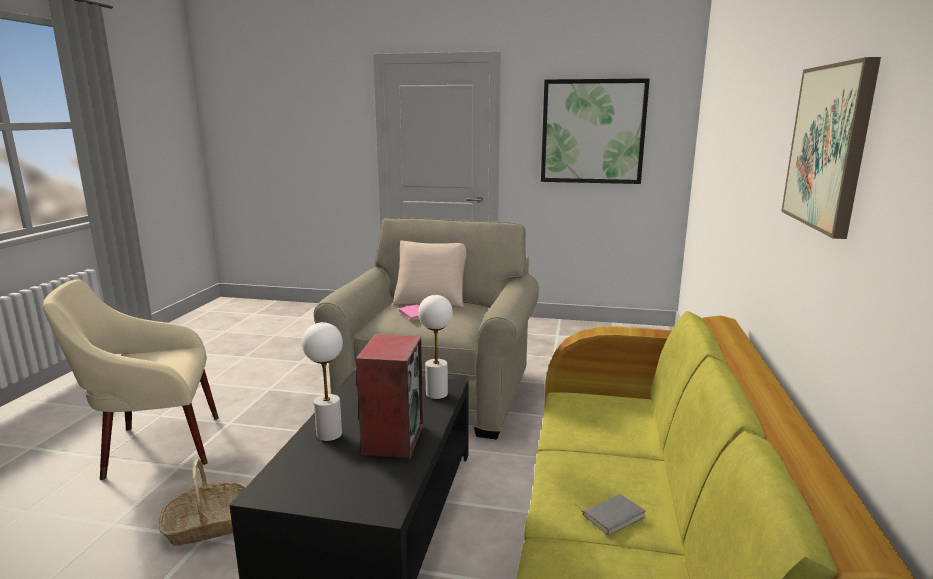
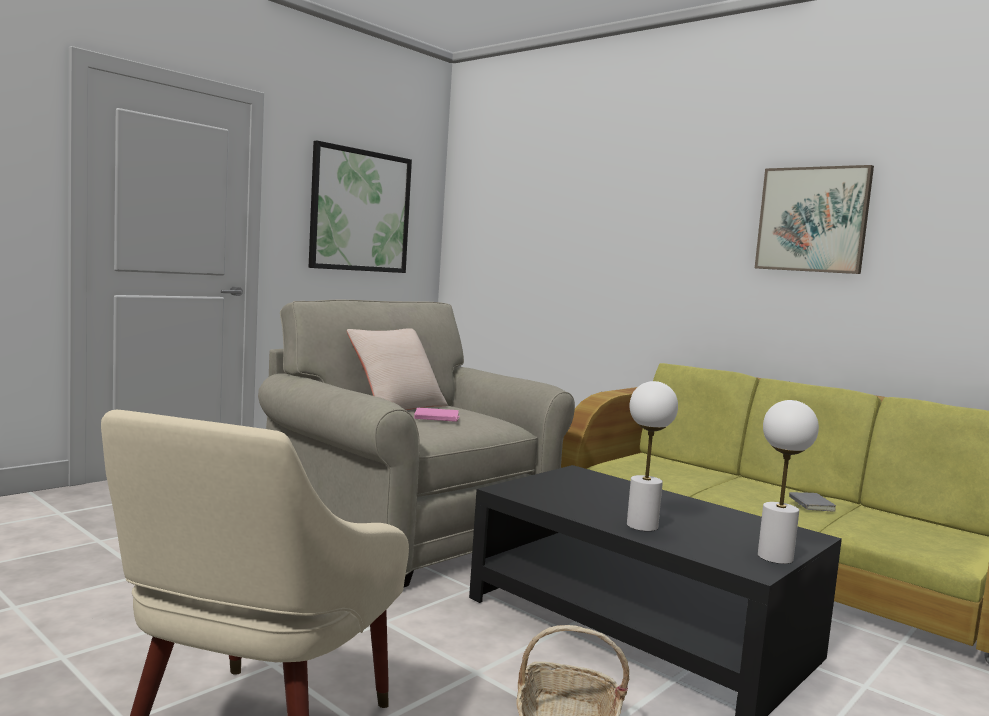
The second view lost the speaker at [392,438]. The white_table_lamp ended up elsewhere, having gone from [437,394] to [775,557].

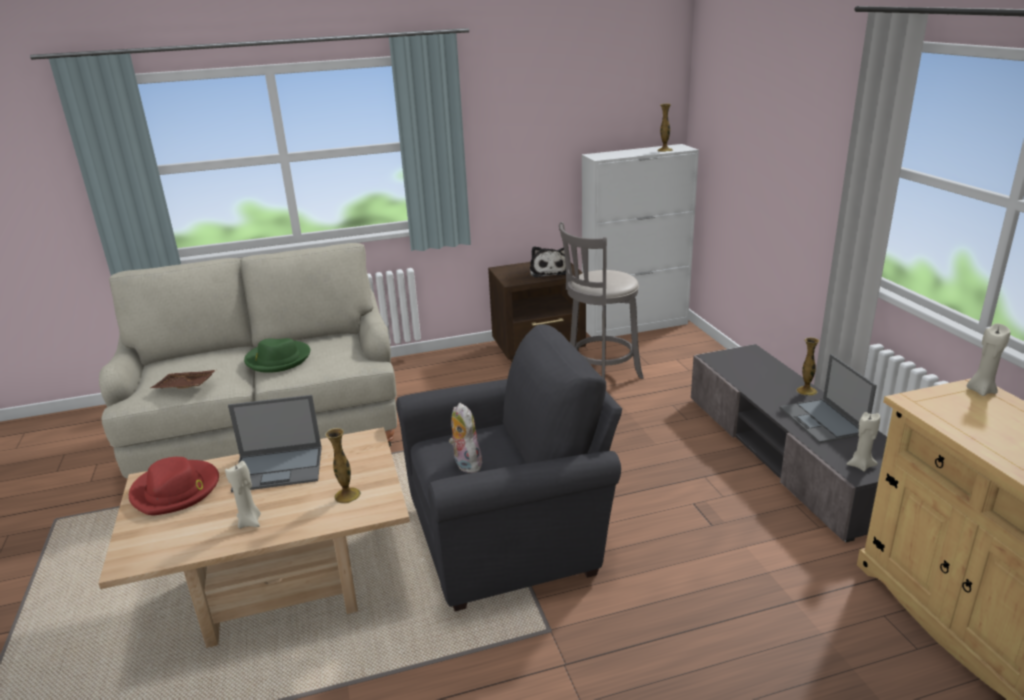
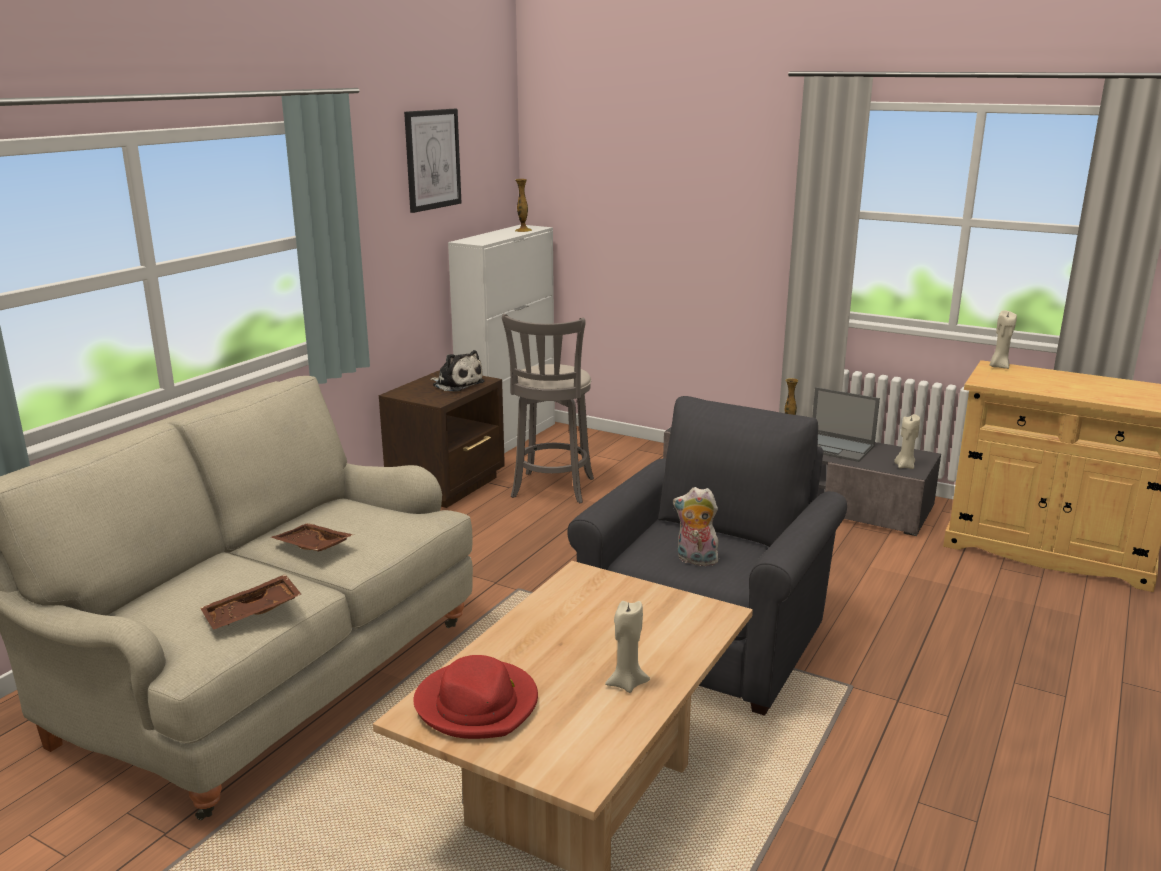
The second view lost the laptop at [279,468]. Where the green_hat stood at [278,359], the brown_tray came to stand at [311,547]. The second view lost the vase at [347,495]. The second view gained the picture at [432,159].

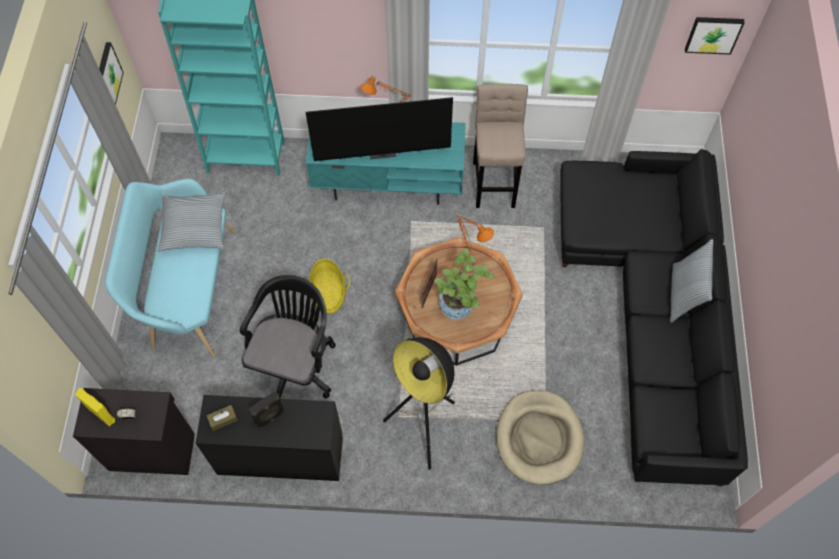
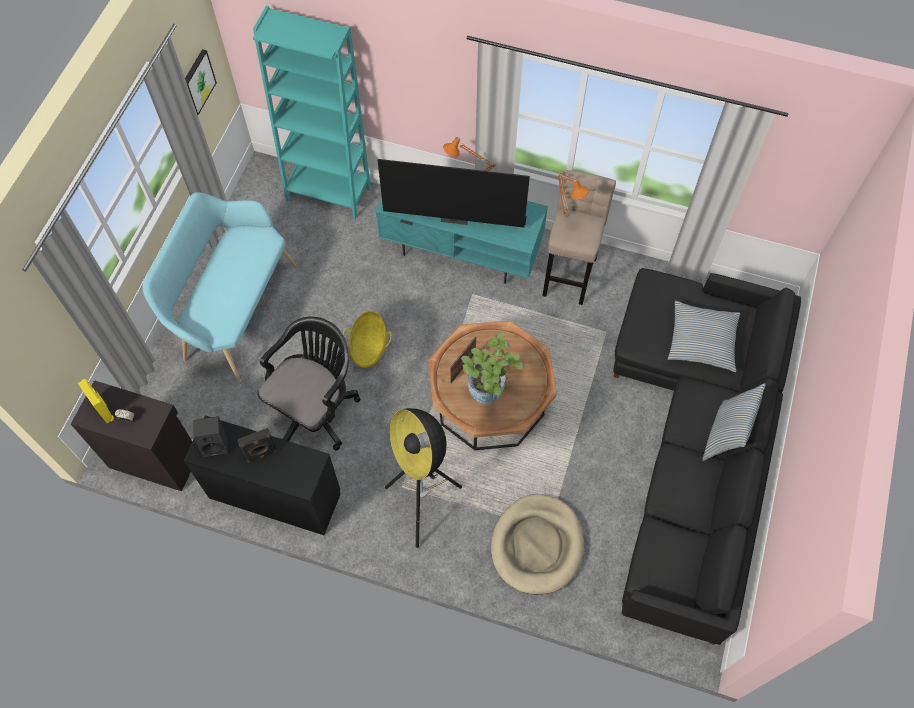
The pillow ended up elsewhere, having gone from [194,226] to [702,340]. Where the brown_tissue_box stood at [223,419], the black_speaker came to stand at [216,444]. The orange_table_lamp ended up elsewhere, having gone from [471,252] to [566,216]. The second view lost the picture at [713,34].

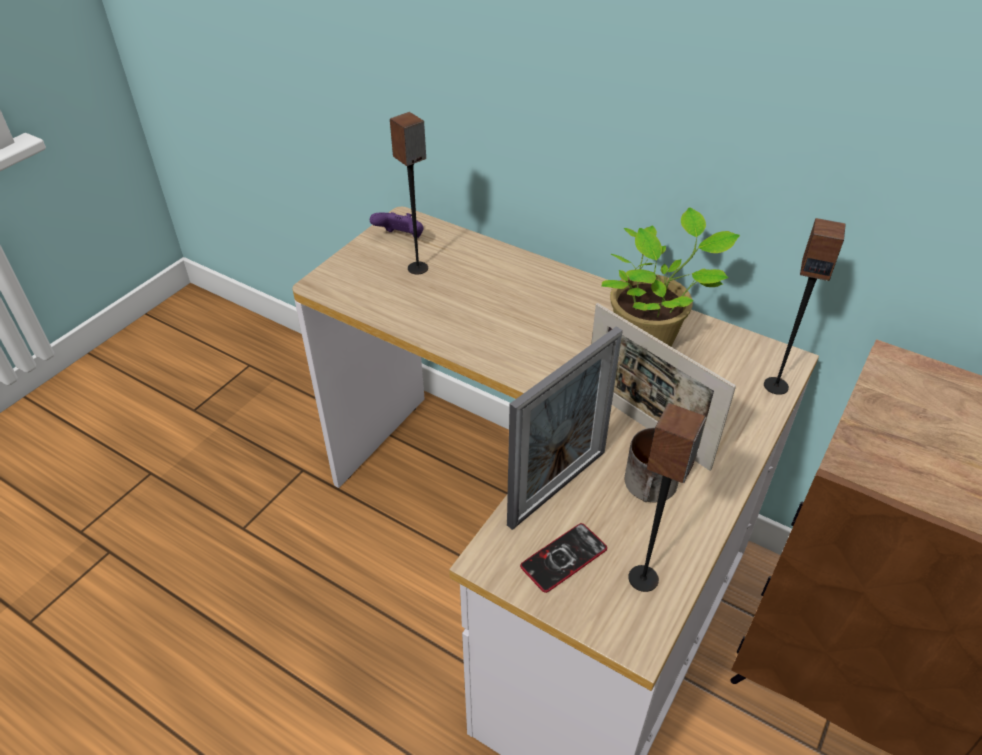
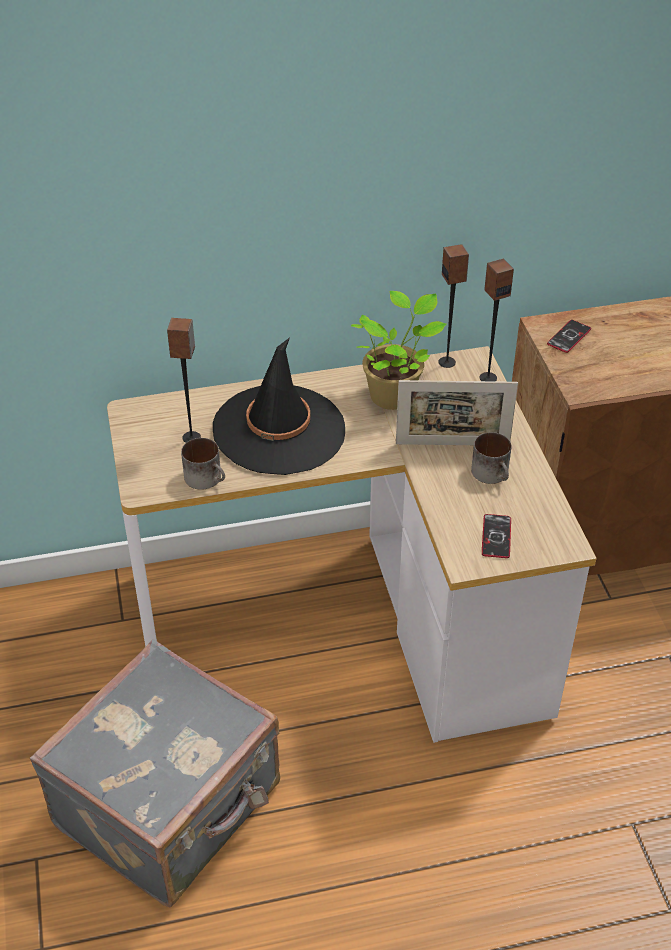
The second view lost the purple_game_controller at [401,238]. The second view lost the picture_frame at [557,487]. The speaker ended up elsewhere, having gone from [644,579] to [447,362]. The second view gained the grey_suitcase at [171,807]. The second view gained the mug at [207,478]. The second view gained the black_hat at [279,430]. The second view gained the phone at [569,337].

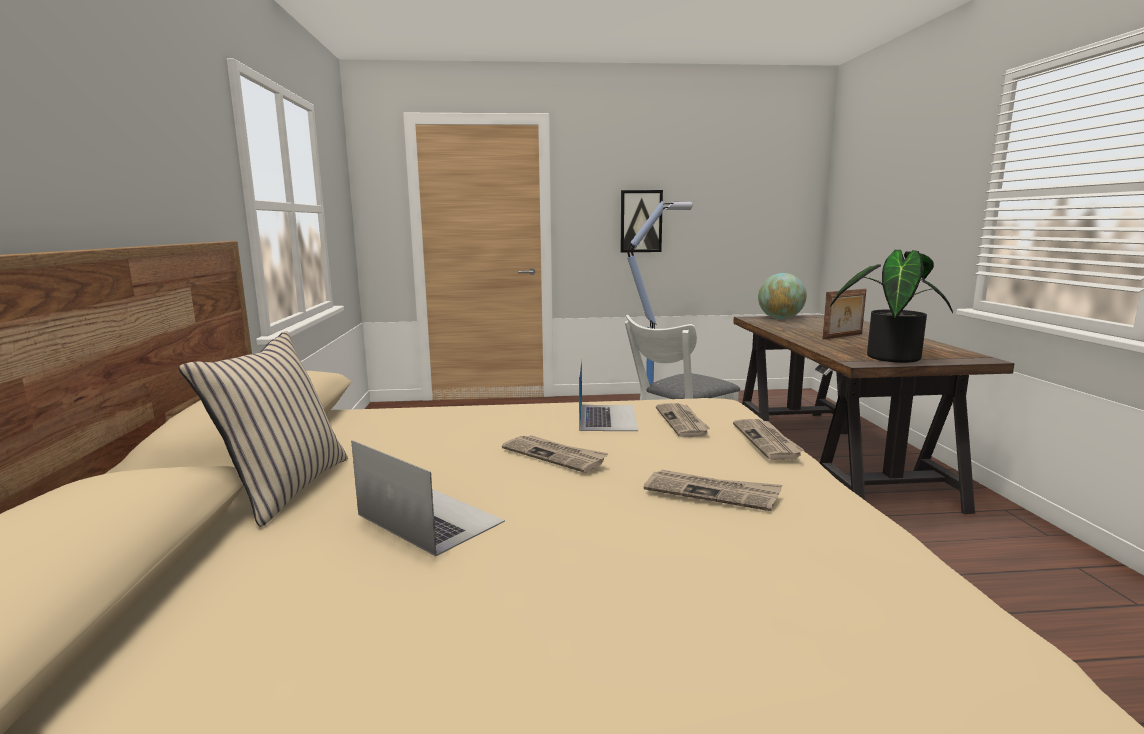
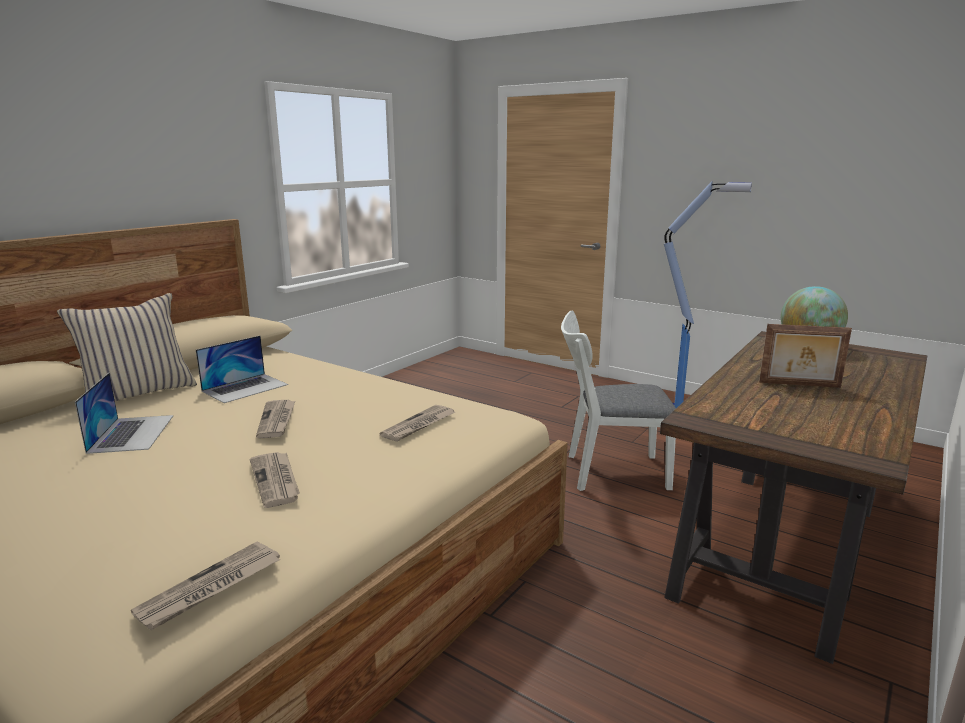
The laptop ended up elsewhere, having gone from [607,417] to [245,388]. The second view lost the picture at [641,221]. The newspaper ended up elsewhere, having gone from [767,441] to [210,588]. The second view lost the potted_plant at [888,356].

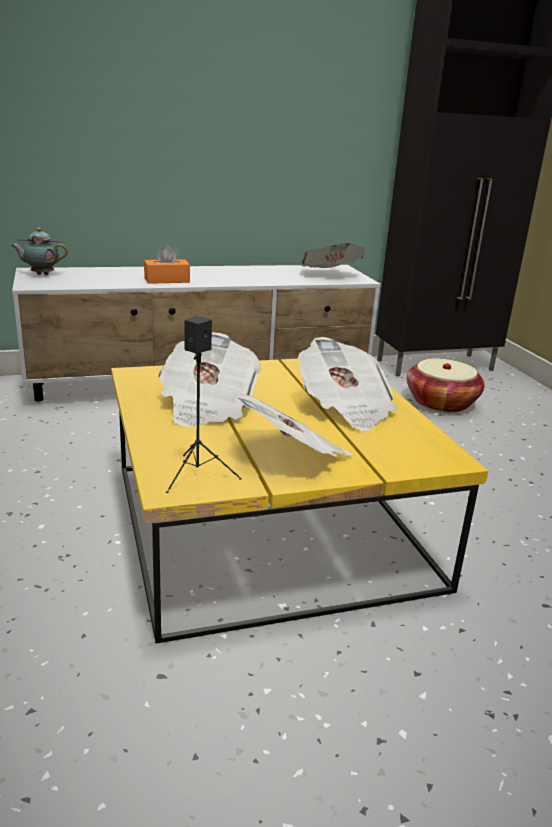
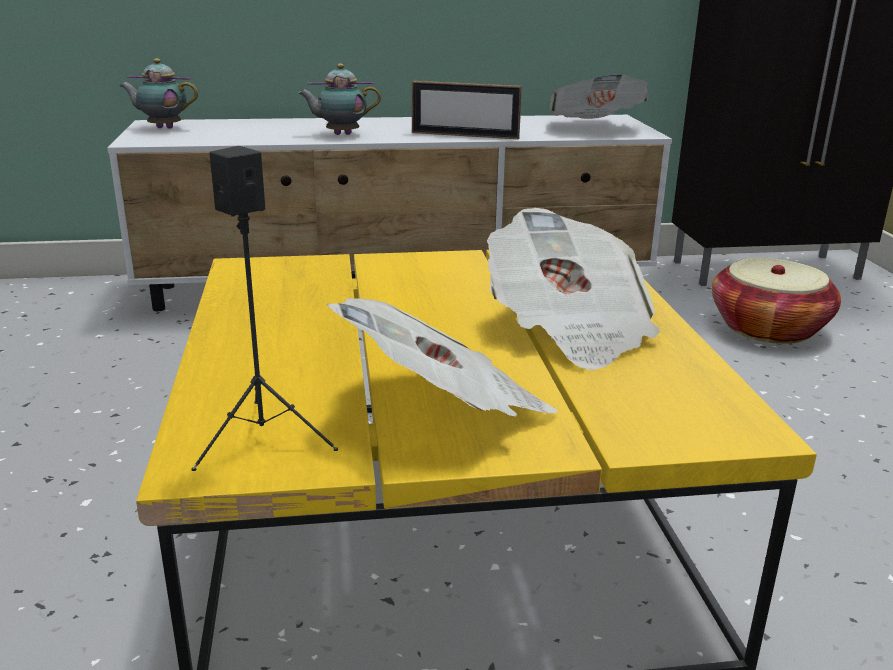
Where the orange_tissue_box stood at [167,280], the teapot came to stand at [340,134]. The second view lost the newspaper at [207,406]. The second view gained the picture_frame at [465,135].

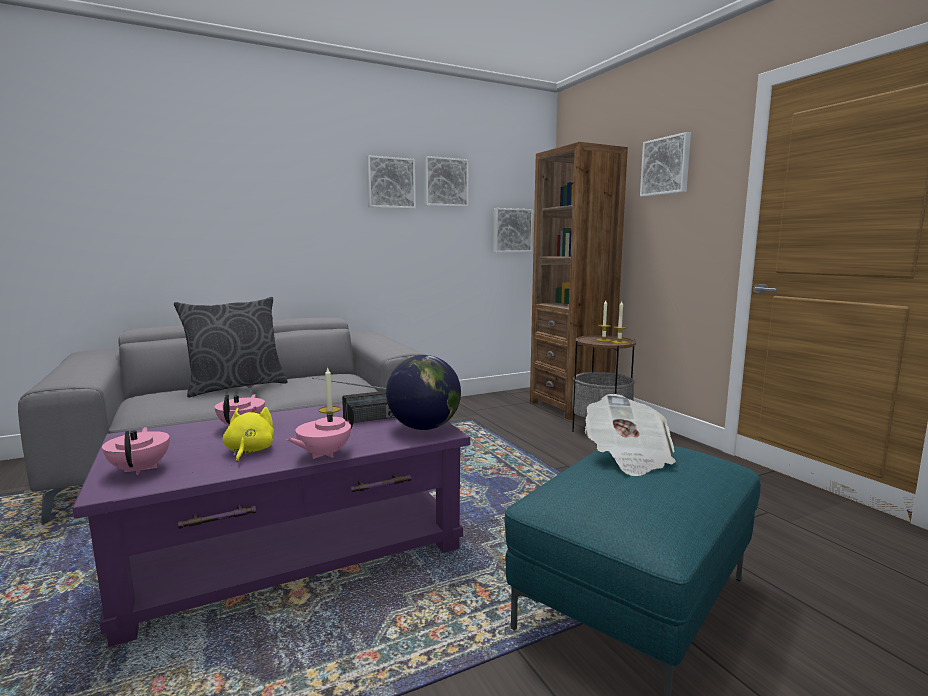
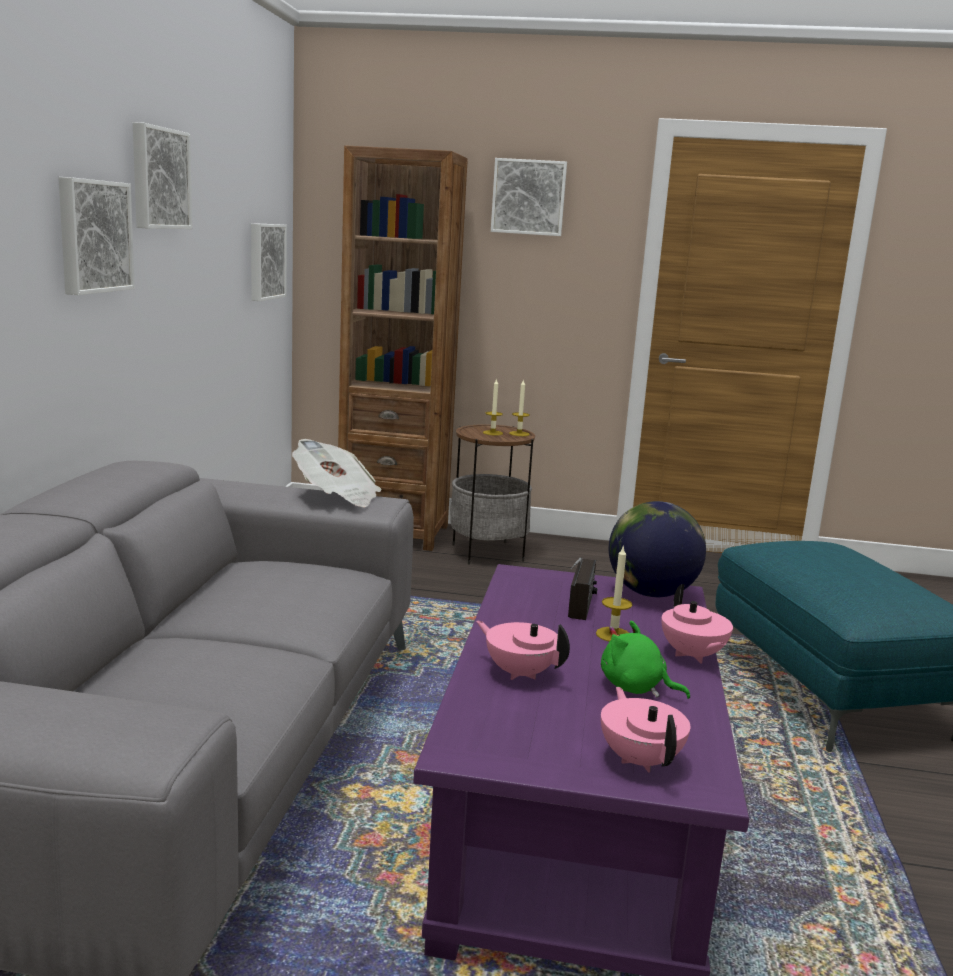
The pink_teapot at [141,469] ended up facing another way, 60 degrees clockwise from before. The second view lost the grey_pillow at [236,387]. What was the yellow_plush_toy at [249,451] turned into the green_plush_toy at [636,688]. The picture ended up elsewhere, having gone from [445,182] to [93,236]. The newspaper ended up elsewhere, having gone from [627,457] to [337,496].

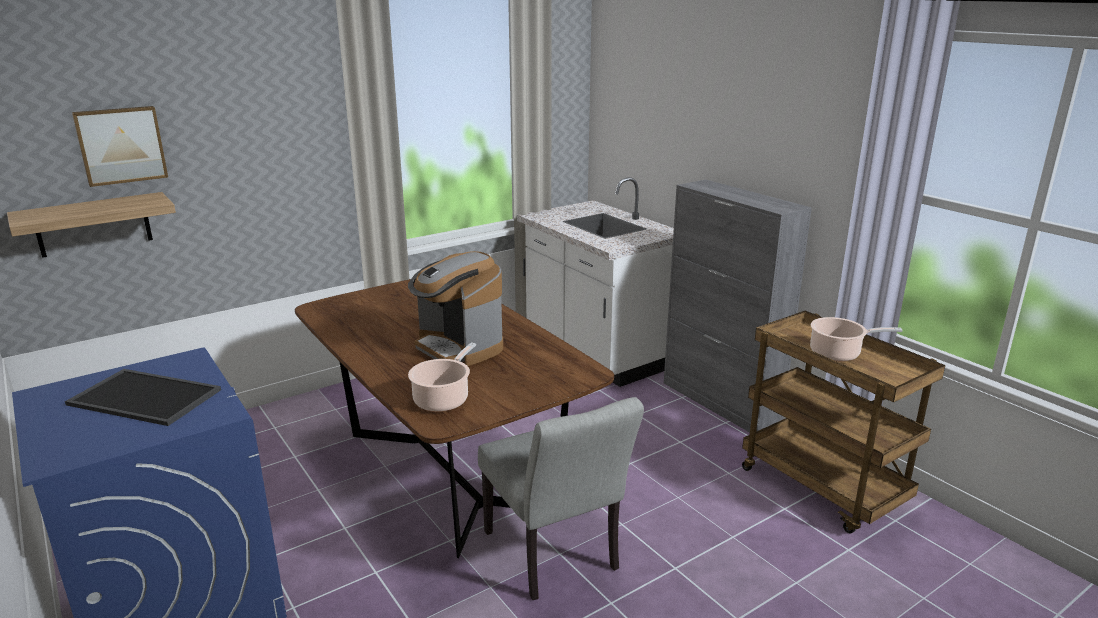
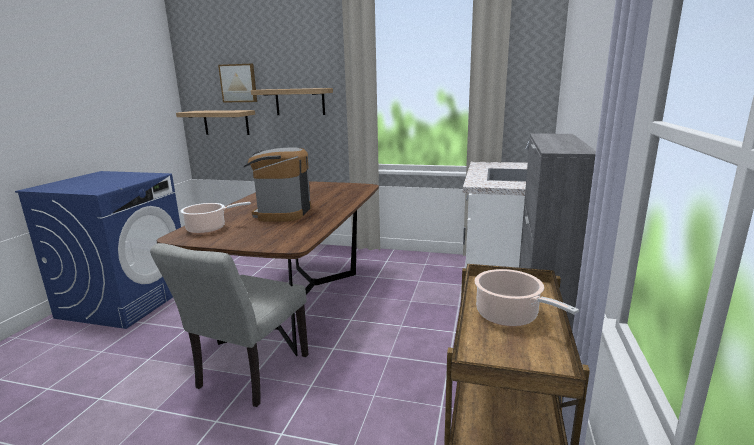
The second view lost the tray at [147,396]. The second view gained the shelf at [300,101].

